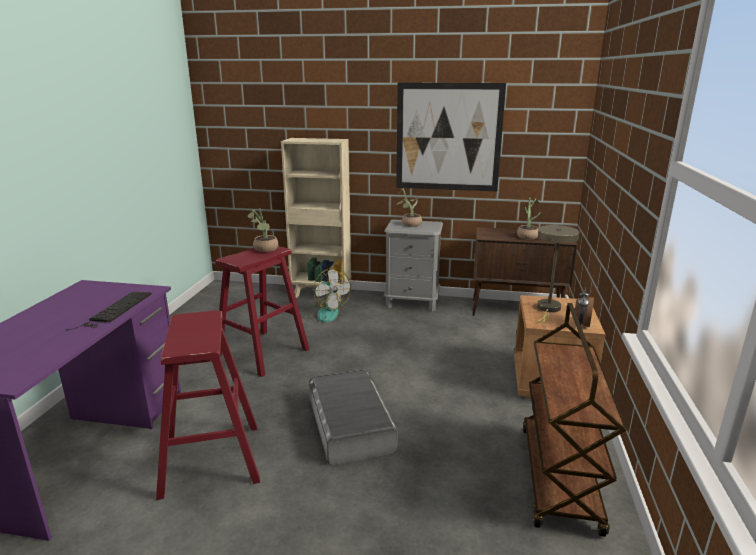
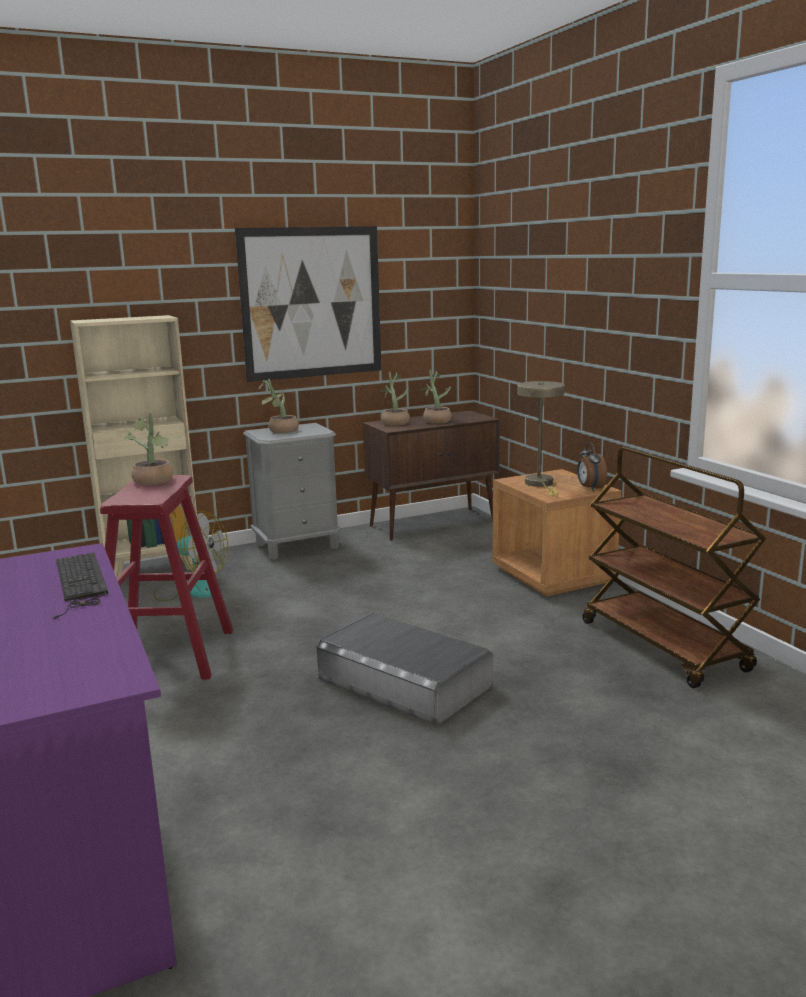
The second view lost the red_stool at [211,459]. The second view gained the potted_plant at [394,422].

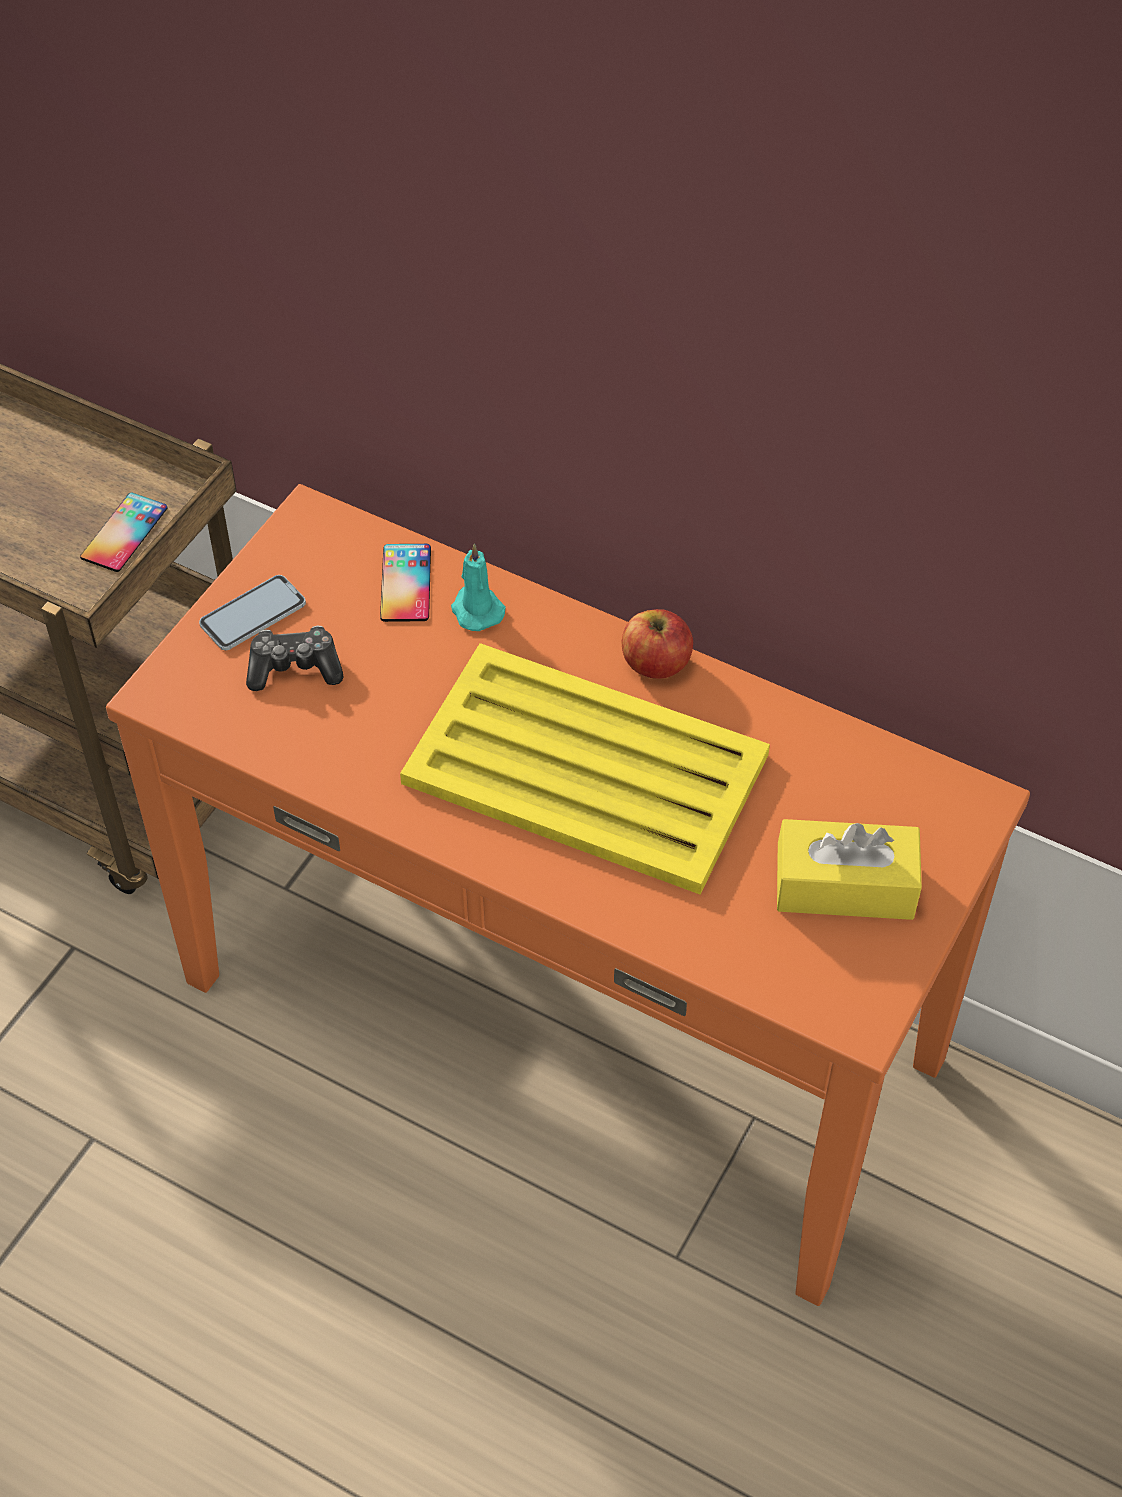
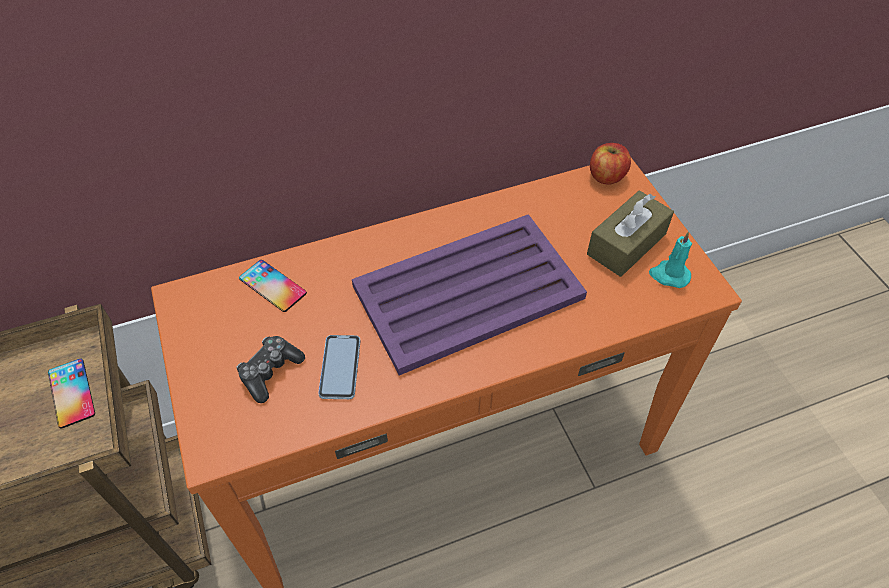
The phone ended up elsewhere, having gone from [253,614] to [340,367]. What was the yellow_tray at [582,767] turned into the purple_tray at [465,292]. The turquoise_candle ended up elsewhere, having gone from [476,609] to [669,275]. The apple ended up elsewhere, having gone from [656,663] to [606,176]. What was the yellow_tissue_box at [844,886] turned into the brown_tissue_box at [626,244].

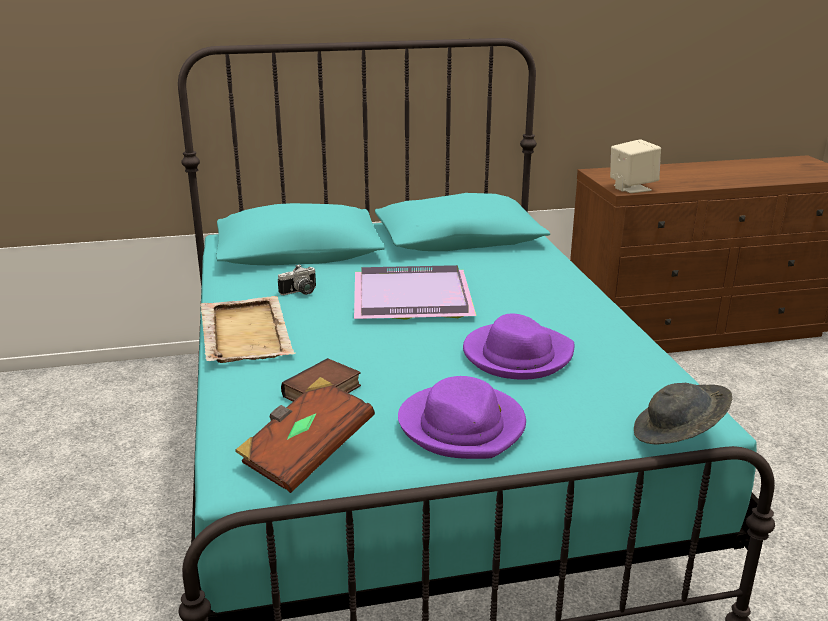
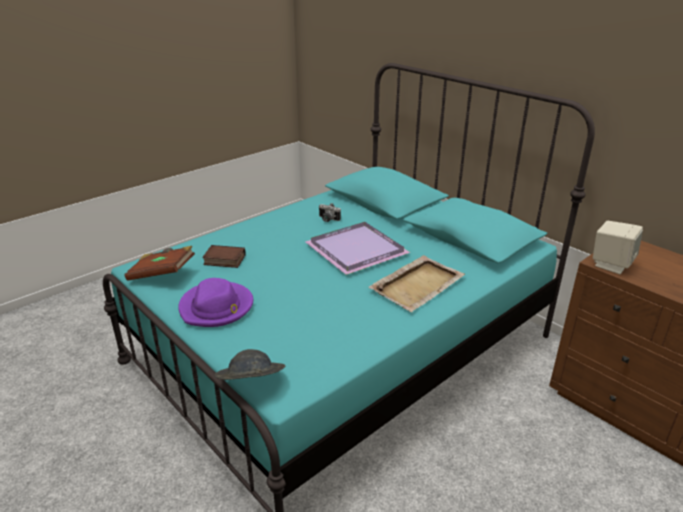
The beige_tray ended up elsewhere, having gone from [245,332] to [418,285]. The second view lost the purple_hat at [517,355].

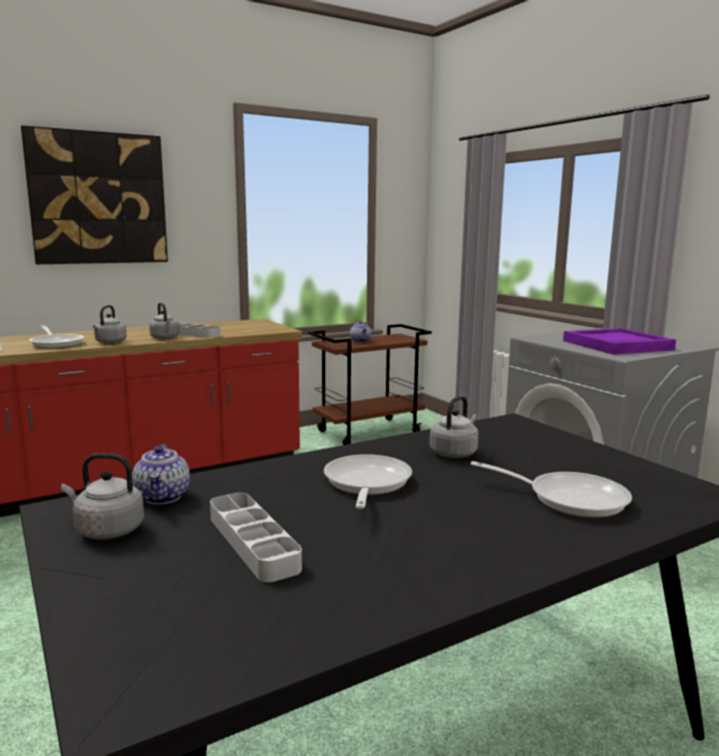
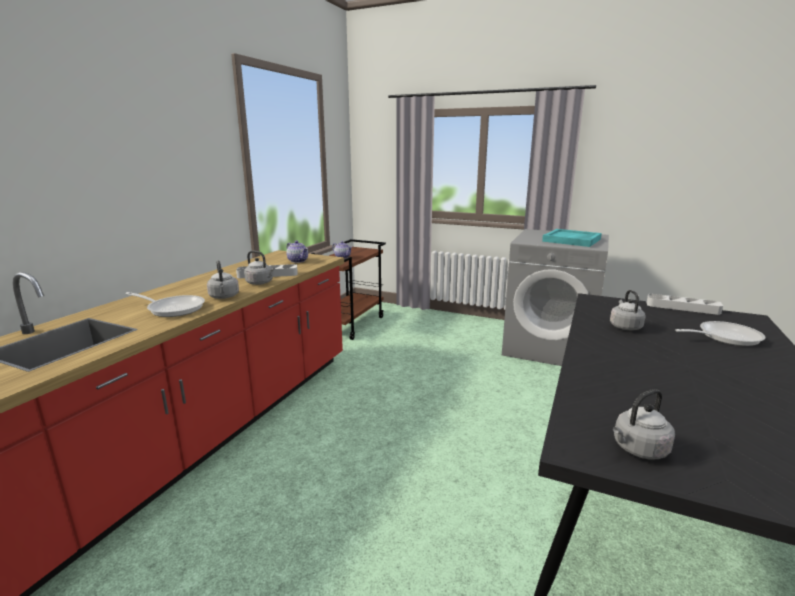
The second view lost the picture at [98,198]. The teapot ended up elsewhere, having gone from [163,497] to [298,261]. The grey_tray ended up elsewhere, having gone from [252,542] to [682,307]. The second view lost the frying_pan at [366,484]. What was the purple_tray at [617,345] turned into the turquoise_tray at [572,240].

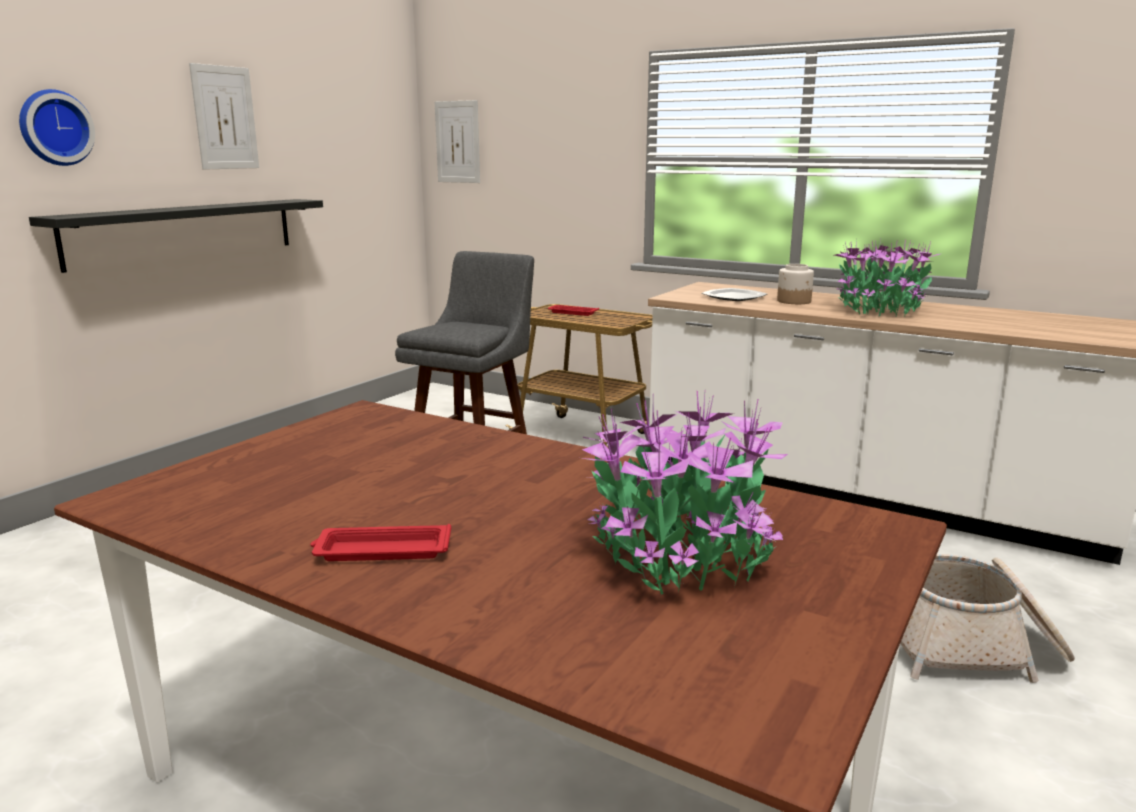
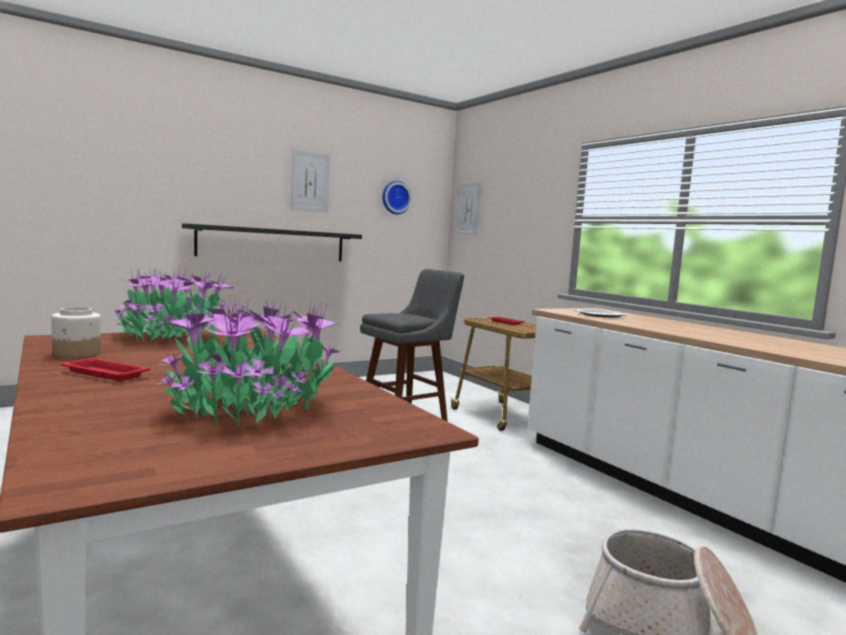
The wall_clock ended up elsewhere, having gone from [54,128] to [395,197]. The jar ended up elsewhere, having gone from [794,301] to [77,354]. The potted_plant ended up elsewhere, having gone from [880,310] to [173,336].

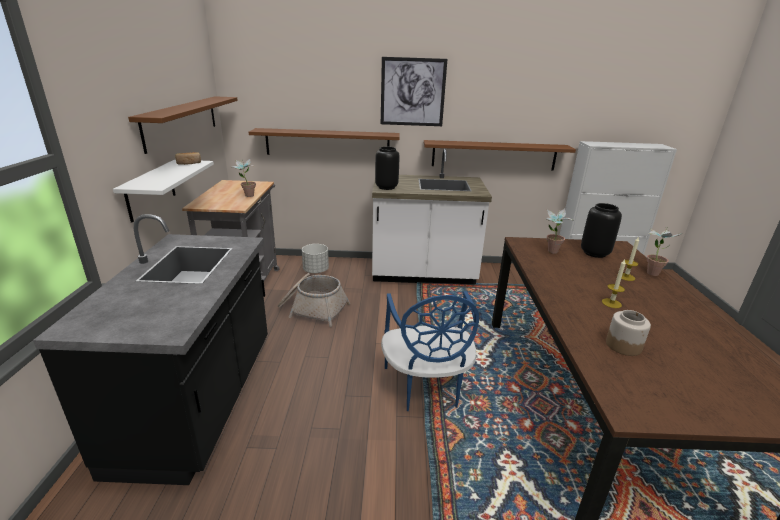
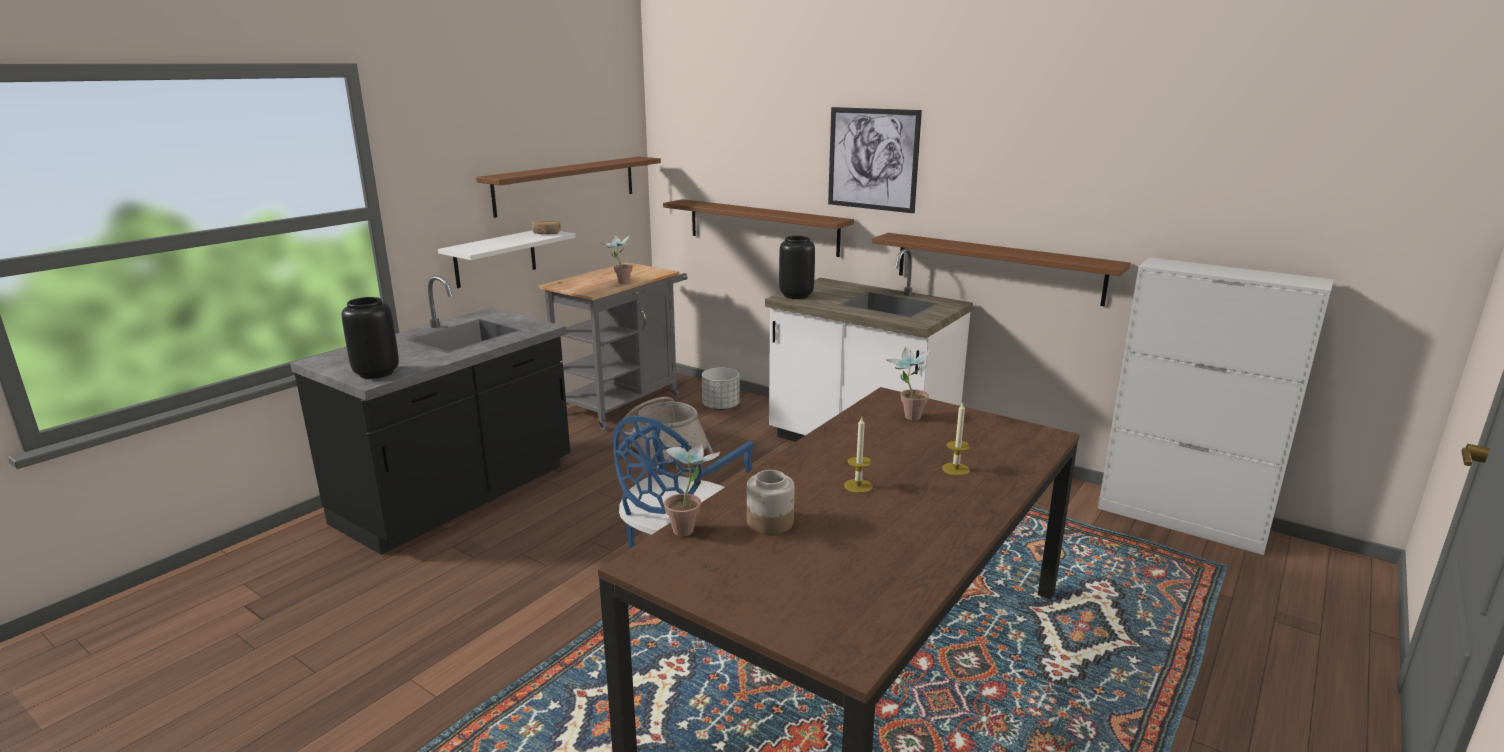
The black_vase ended up elsewhere, having gone from [595,253] to [377,373]. The potted_plant ended up elsewhere, having gone from [652,271] to [690,528].

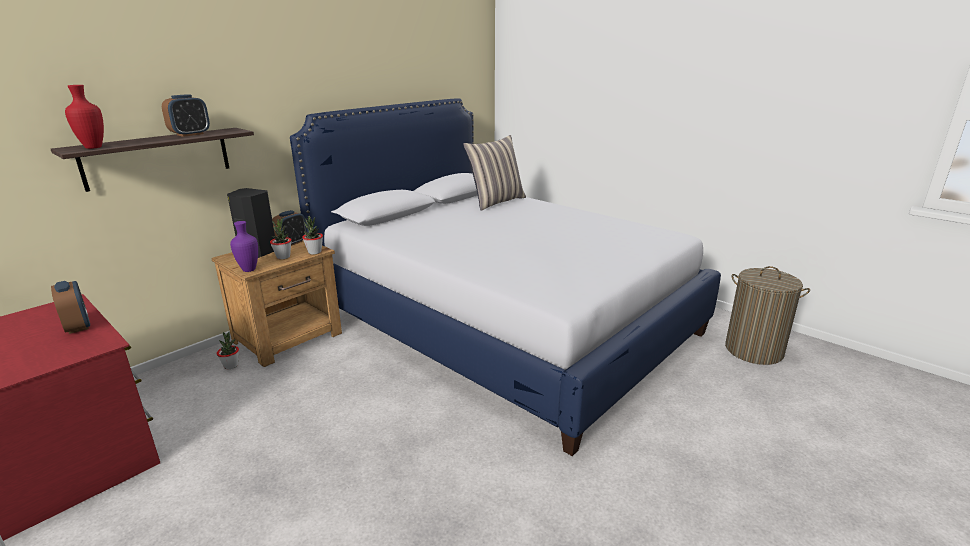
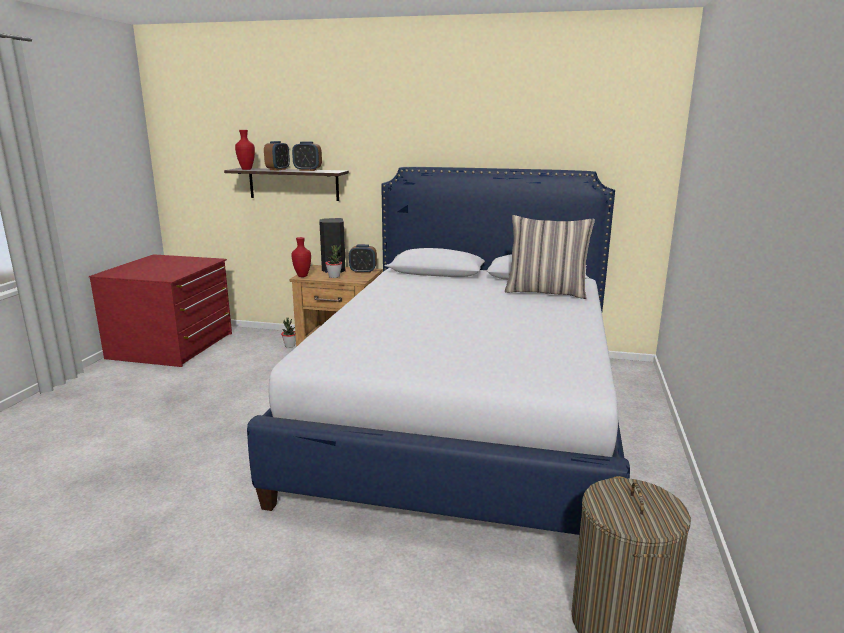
The alarm_clock ended up elsewhere, having gone from [78,326] to [278,169]. What was the purple_vase at [250,270] turned into the red_vase at [303,276]. The second view lost the potted_plant at [314,252].

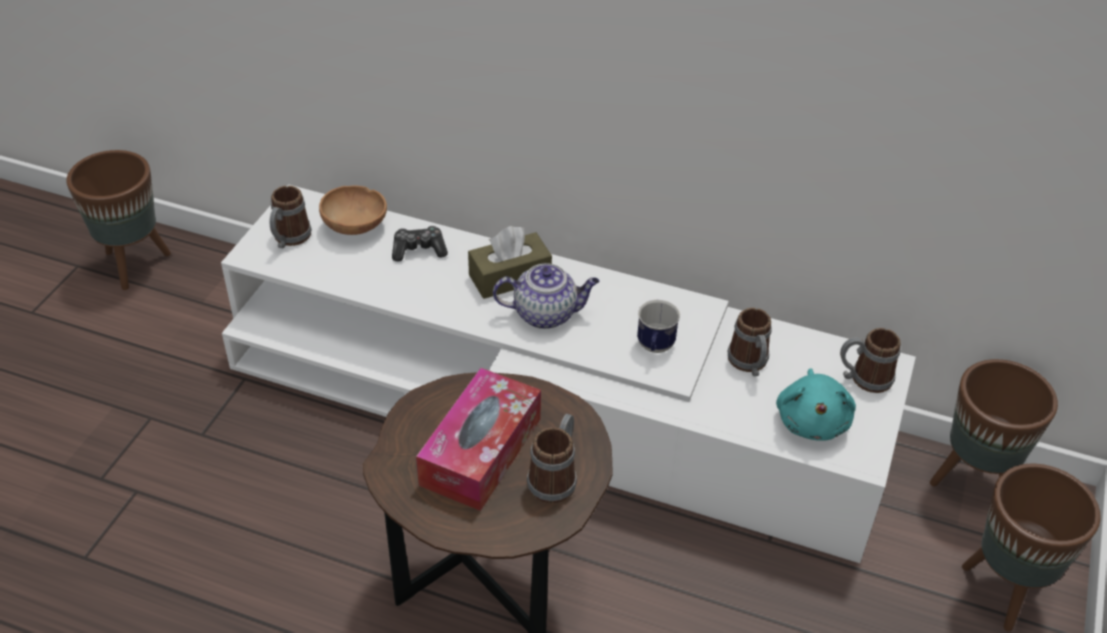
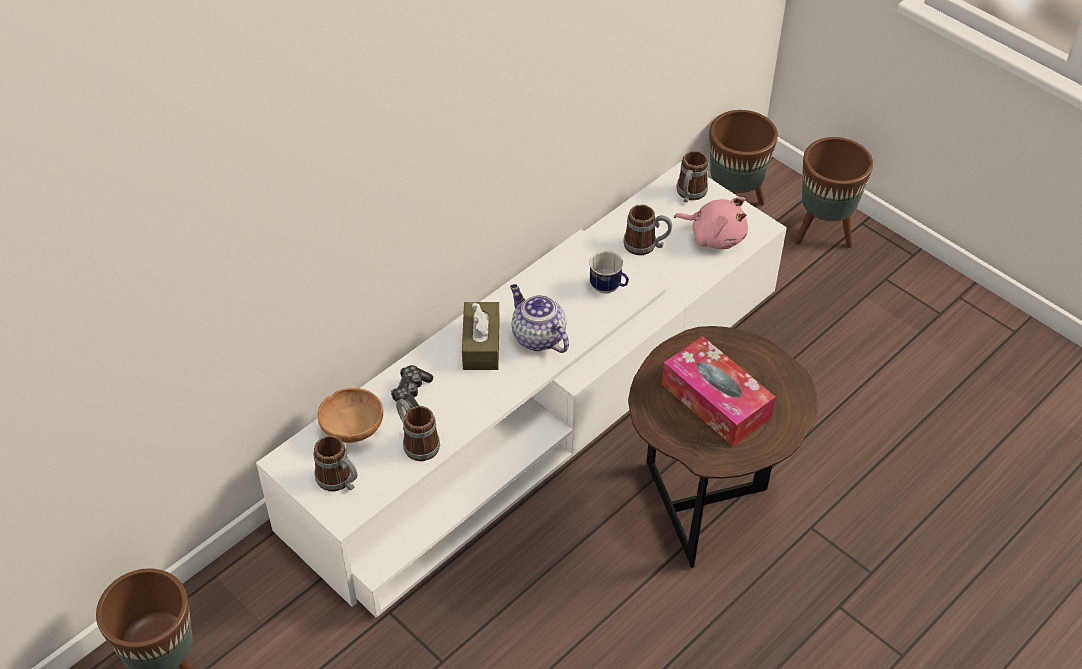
The teapot at [546,314] ended up facing another way, 60 degrees counterclockwise from before. The mug ended up elsewhere, having gone from [555,477] to [416,442]. What was the turquoise_plush_toy at [812,420] turned into the pink_plush_toy at [714,236].

